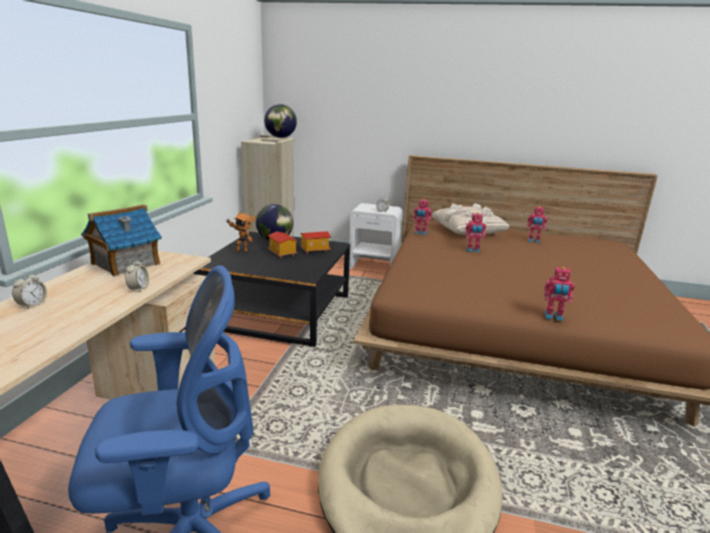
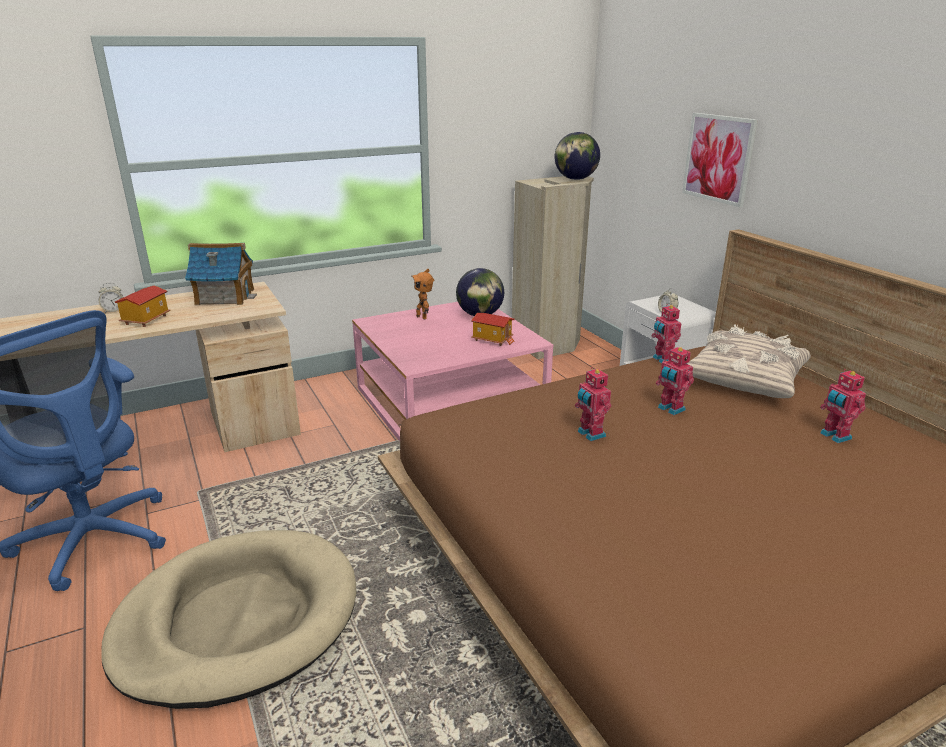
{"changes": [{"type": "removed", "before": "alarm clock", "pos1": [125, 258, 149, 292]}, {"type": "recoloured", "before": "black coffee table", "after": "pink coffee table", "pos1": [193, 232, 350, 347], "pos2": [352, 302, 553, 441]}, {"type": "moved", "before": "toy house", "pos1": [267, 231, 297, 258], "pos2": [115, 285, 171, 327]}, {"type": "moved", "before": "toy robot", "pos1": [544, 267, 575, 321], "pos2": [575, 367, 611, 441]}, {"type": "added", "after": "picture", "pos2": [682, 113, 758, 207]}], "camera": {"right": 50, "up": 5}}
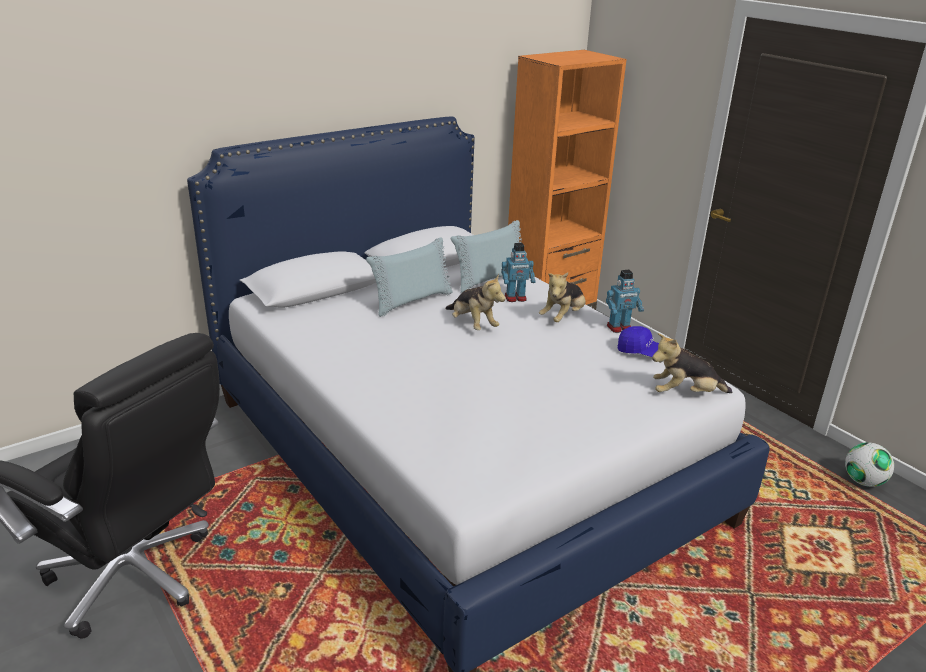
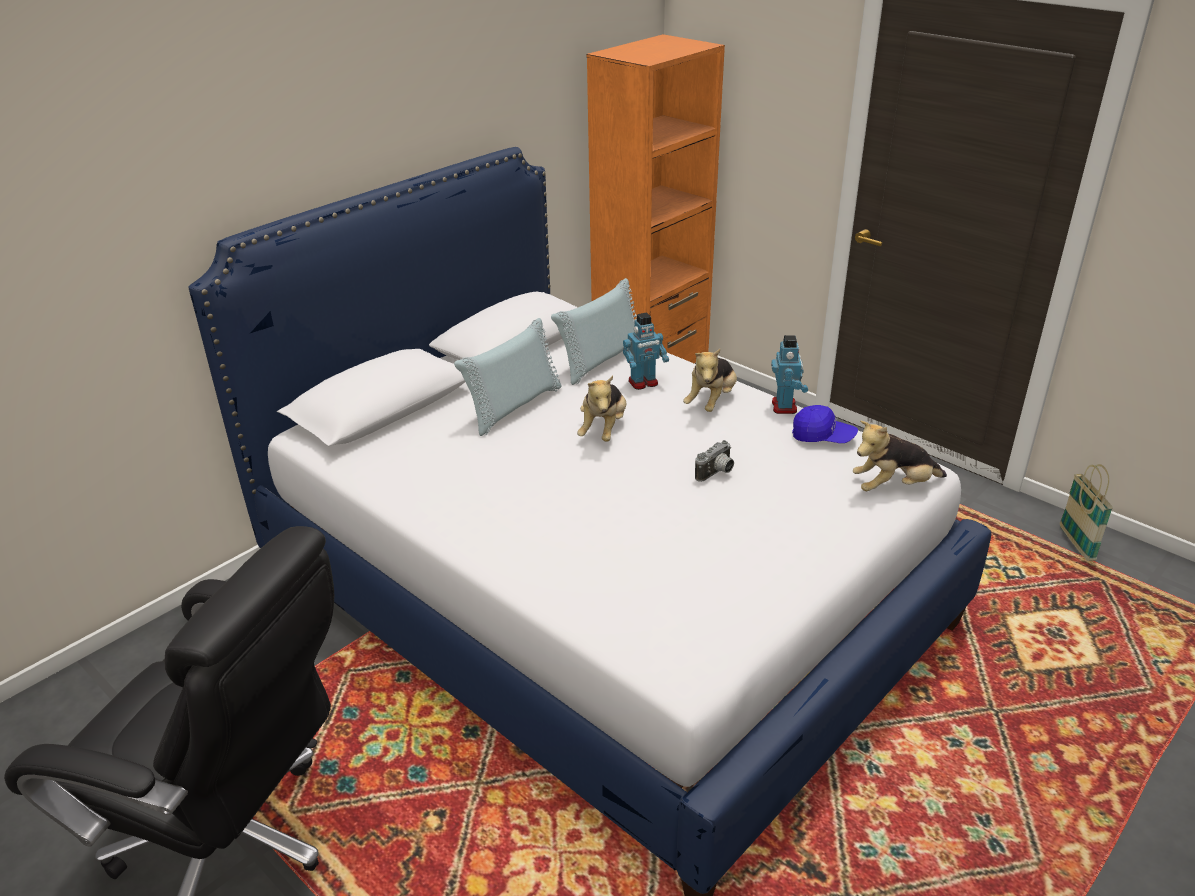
{"changes": [{"type": "turned", "before": "plush toy", "pos1": [445, 274, 506, 330], "pos2": [577, 376, 626, 442], "turn": 60}, {"type": "turned", "before": "toy robot", "pos1": [606, 270, 644, 333], "pos2": [771, 335, 808, 414], "turn": -60}, {"type": "replaced", "before": "football", "after": "basket", "pos1": [845, 442, 894, 487], "pos2": [1060, 464, 1113, 561]}, {"type": "added", "after": "photo camera", "pos2": [695, 440, 734, 482]}], "camera": {"right": -10, "up": 5}}
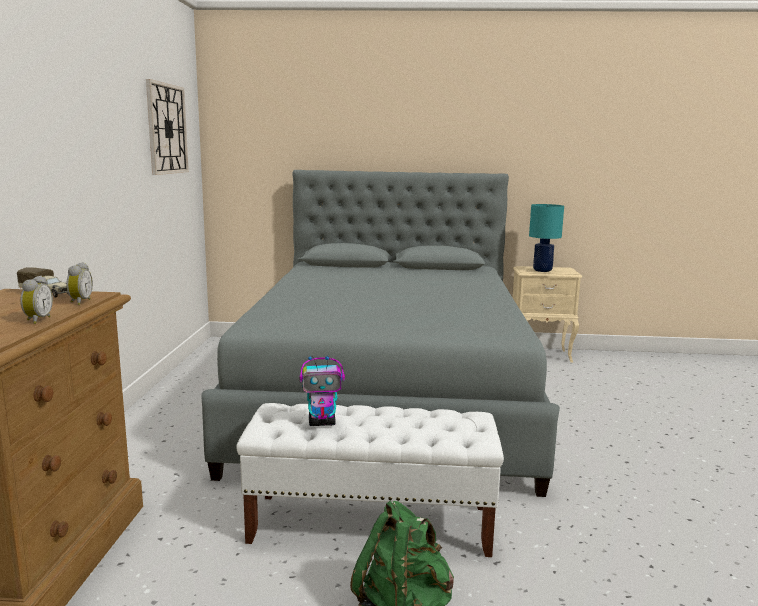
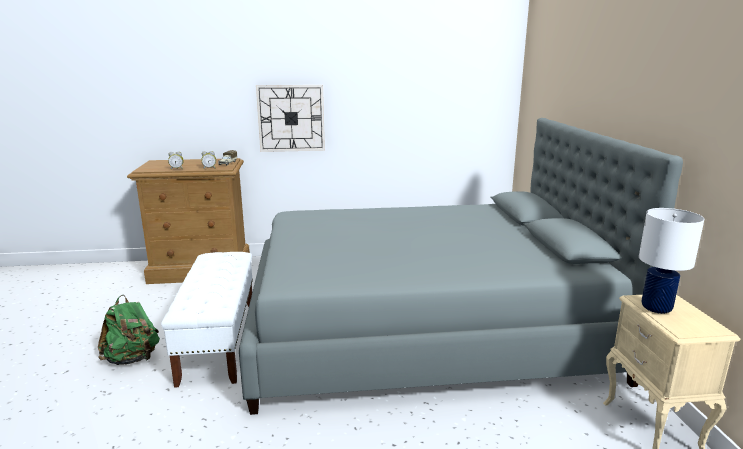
{"changes": [{"type": "moved", "before": "wall clock", "pos1": [146, 79, 189, 175], "pos2": [256, 85, 325, 152]}, {"type": "removed", "before": "toy robot", "pos1": [299, 355, 345, 426]}, {"type": "recoloured", "before": "turquoise table lamp", "after": "white table lamp", "pos1": [529, 204, 564, 272], "pos2": [639, 208, 704, 314]}], "camera": {"right": 80, "up": 5}}
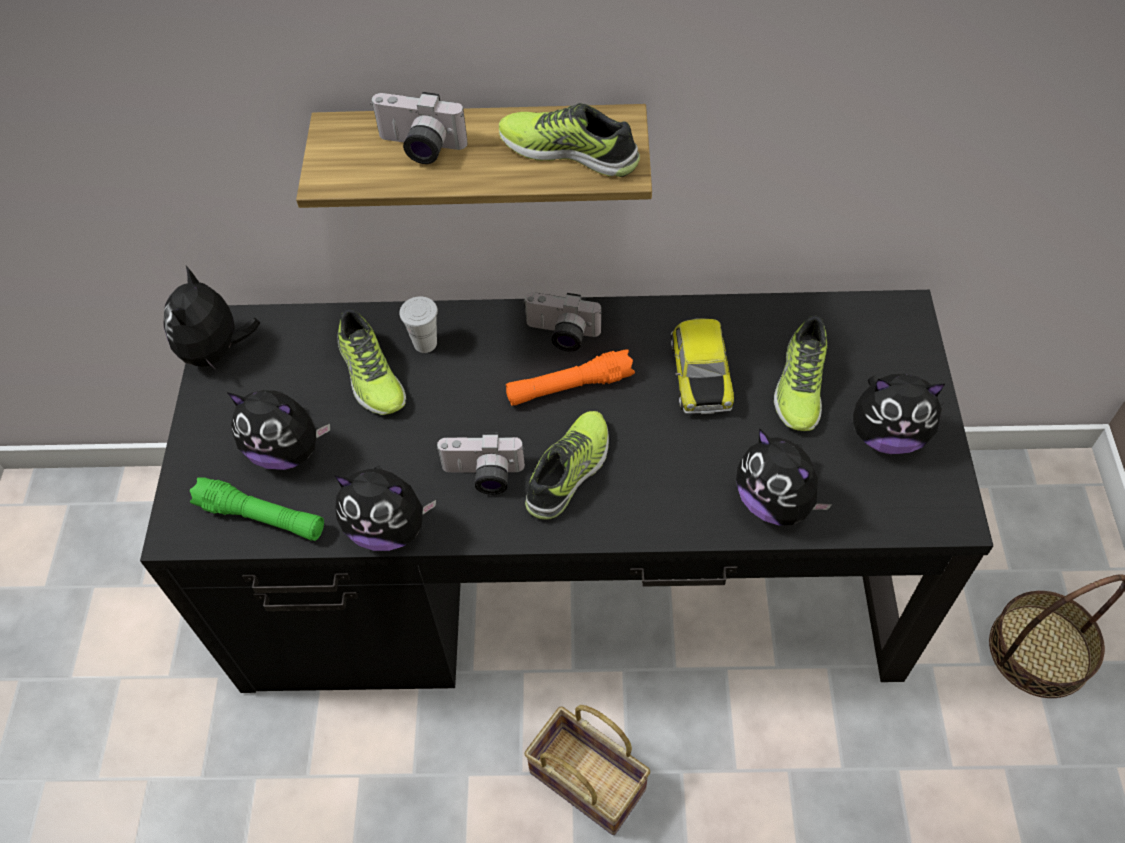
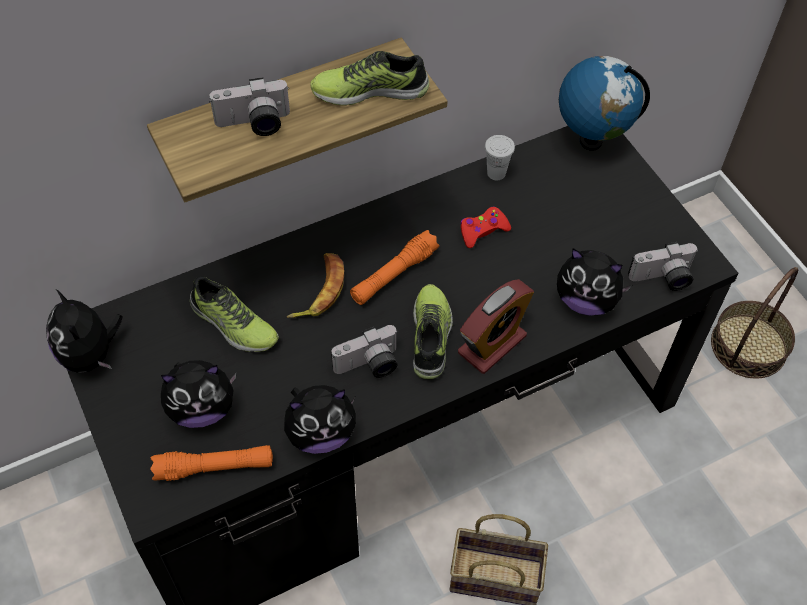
{"changes": [{"type": "recoloured", "before": "green flashlight", "after": "orange flashlight", "pos1": [190, 477, 324, 541], "pos2": [150, 445, 273, 481]}, {"type": "moved", "before": "white cup", "pos1": [400, 296, 438, 353], "pos2": [485, 135, 515, 180]}, {"type": "moved", "before": "photo camera", "pos1": [524, 292, 601, 352], "pos2": [628, 242, 697, 291]}, {"type": "replaced", "before": "toy car", "after": "red game controller", "pos1": [671, 318, 734, 414], "pos2": [461, 206, 511, 248]}, {"type": "removed", "before": "shoe", "pos1": [774, 316, 827, 431]}, {"type": "removed", "before": "plush toy", "pos1": [853, 374, 945, 454]}, {"type": "added", "after": "banana", "pos2": [287, 253, 344, 318]}, {"type": "added", "after": "alarm clock", "pos2": [458, 279, 534, 374]}, {"type": "added", "after": "globe", "pos2": [559, 56, 650, 151]}], "camera": {"right": -30, "up": 0}}
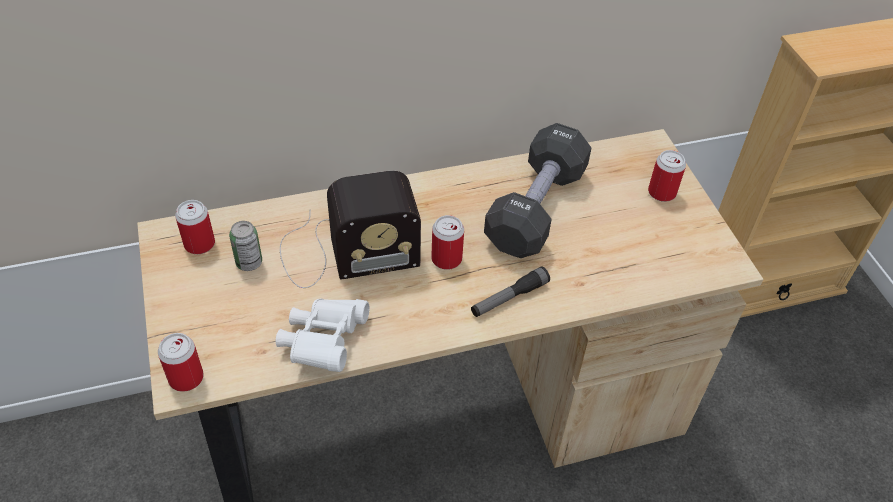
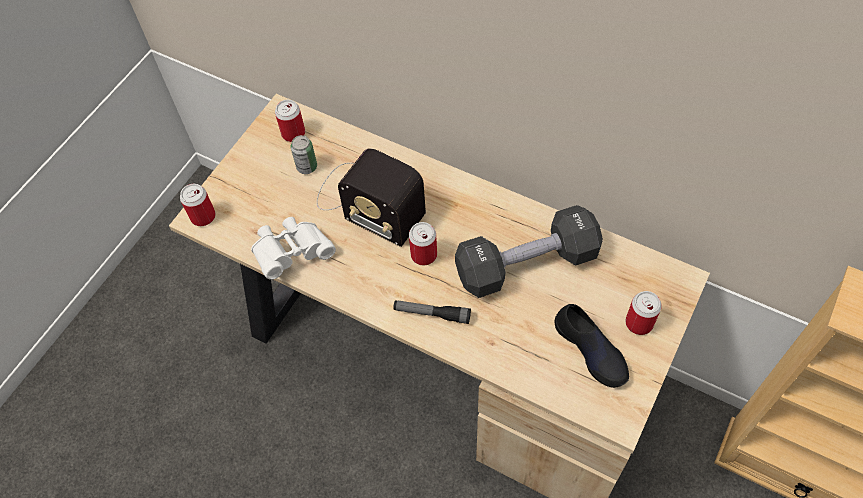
{"changes": [{"type": "added", "after": "black shoe", "pos2": [555, 304, 629, 388]}], "camera": {"right": 50, "up": 10}}
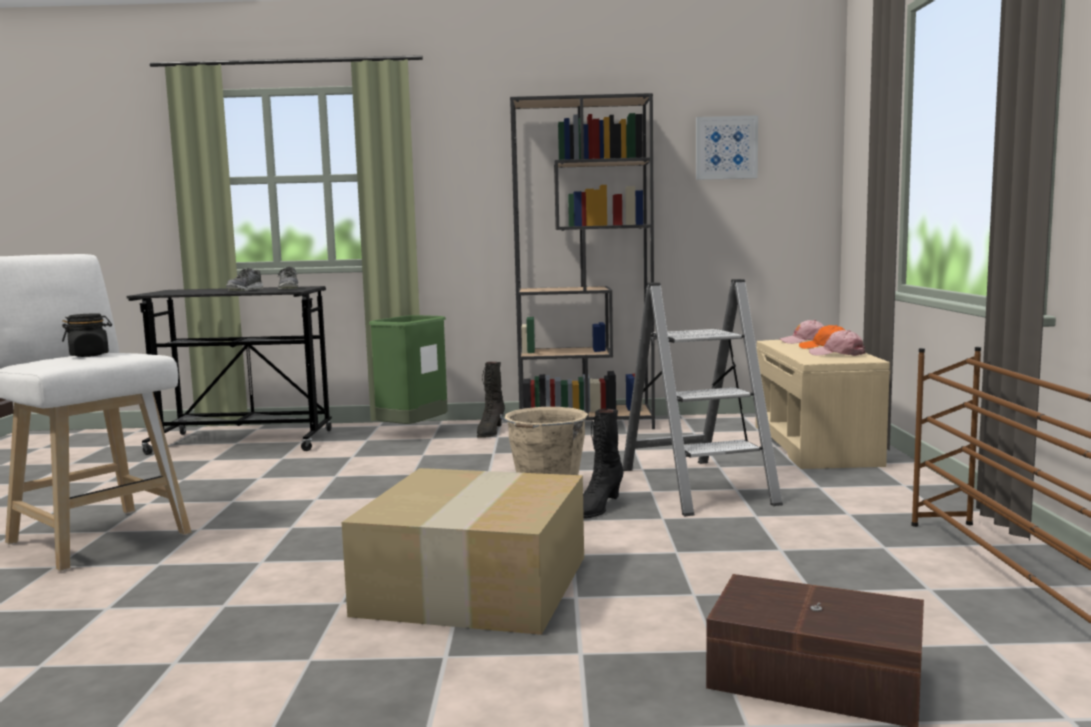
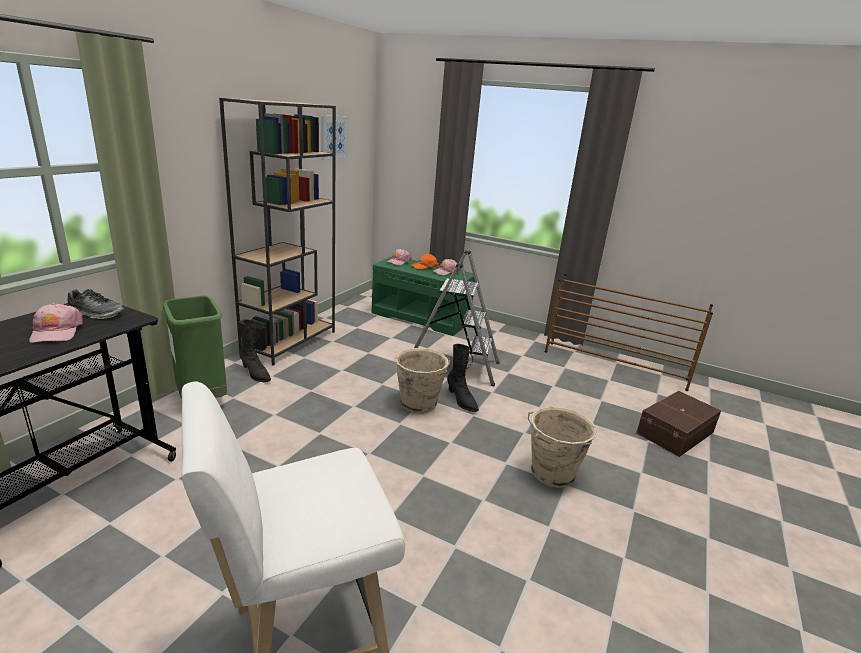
{"changes": [{"type": "removed", "before": "black jar", "pos1": [62, 313, 112, 357]}, {"type": "replaced", "before": "shoe", "after": "pink cap", "pos1": [226, 268, 263, 291], "pos2": [29, 303, 83, 343]}, {"type": "replaced", "before": "cardboard box", "after": "beige bucket", "pos1": [342, 468, 584, 635], "pos2": [528, 406, 597, 488]}, {"type": "recoloured", "before": "beige bench", "after": "green bench", "pos1": [756, 340, 890, 469], "pos2": [371, 257, 475, 336]}], "camera": {"right": -65, "up": 15}}
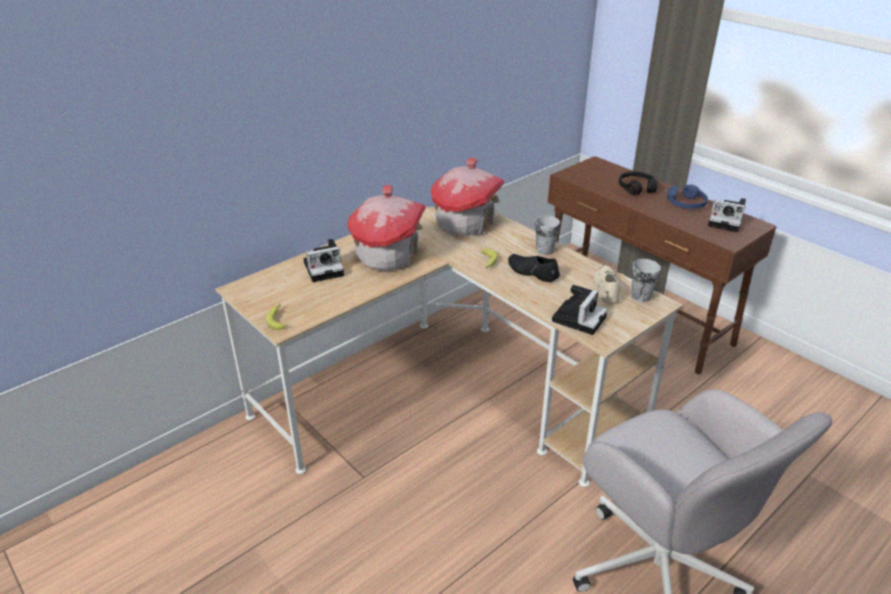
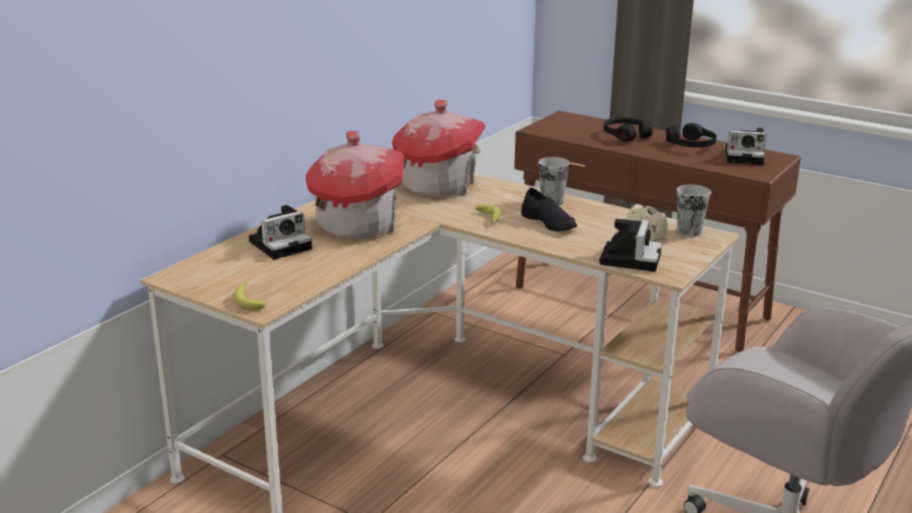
{"changes": [{"type": "turned", "before": "black shoe", "pos1": [508, 254, 560, 282], "pos2": [521, 187, 577, 231], "turn": -150}, {"type": "recoloured", "before": "blue headphones", "after": "black headphones", "pos1": [667, 185, 708, 209], "pos2": [666, 123, 717, 147]}], "camera": {"right": -15, "up": -10}}
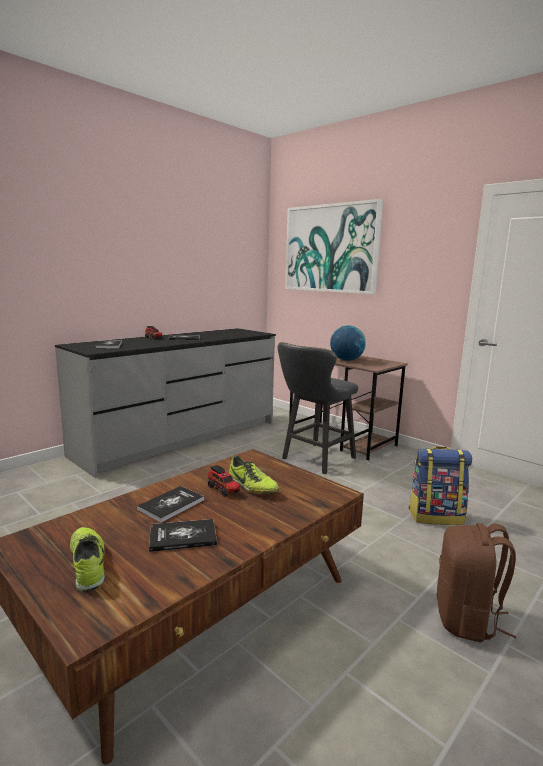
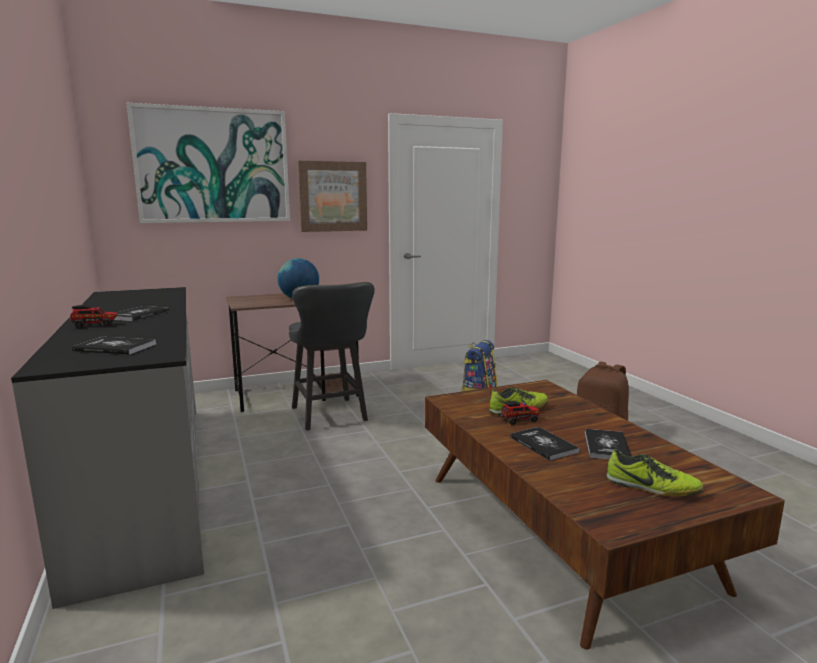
{"changes": [{"type": "turned", "before": "shoe", "pos1": [70, 527, 105, 592], "pos2": [607, 449, 703, 496], "turn": -150}, {"type": "added", "after": "picture", "pos2": [298, 161, 367, 232]}], "camera": {"right": -65, "up": 0}}
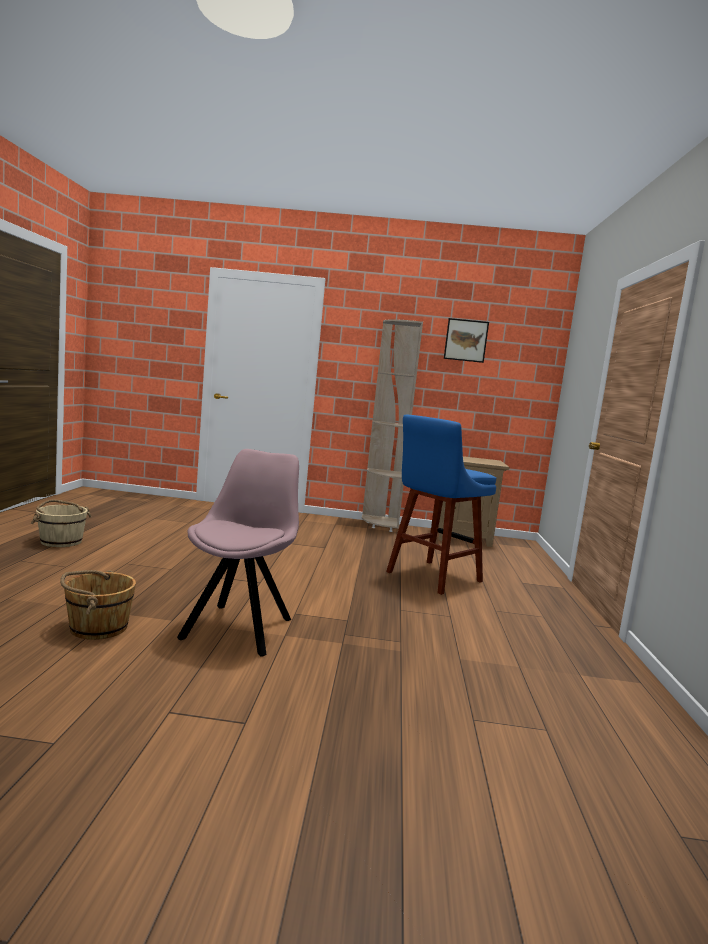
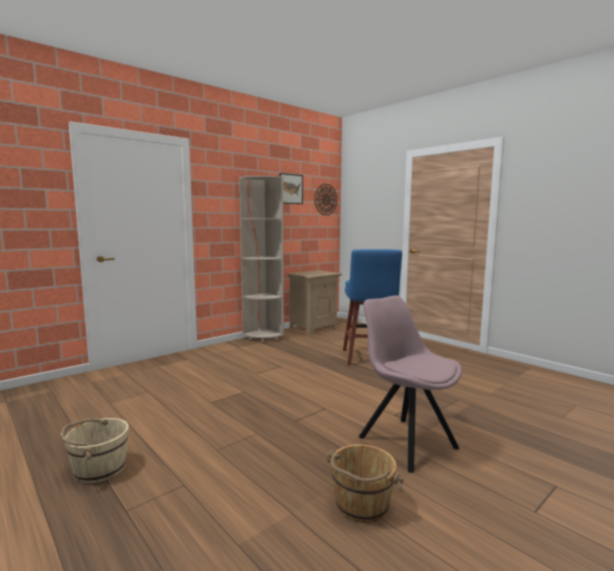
{"changes": [{"type": "added", "after": "wall clock", "pos2": [315, 184, 337, 215]}], "camera": {"right": -45, "up": 0}}
